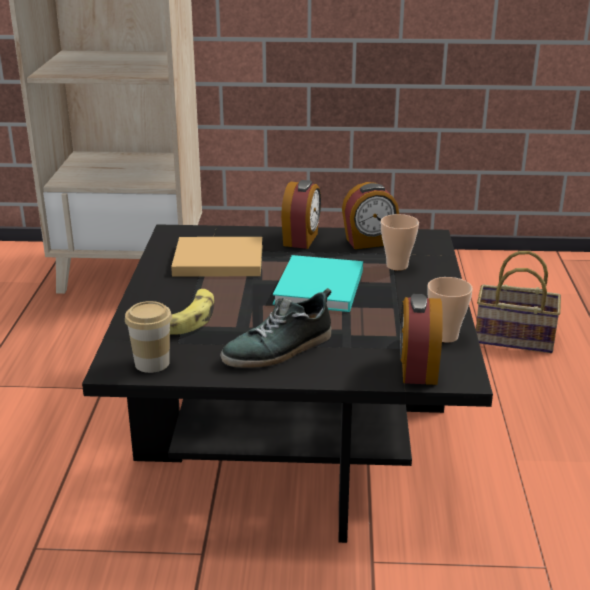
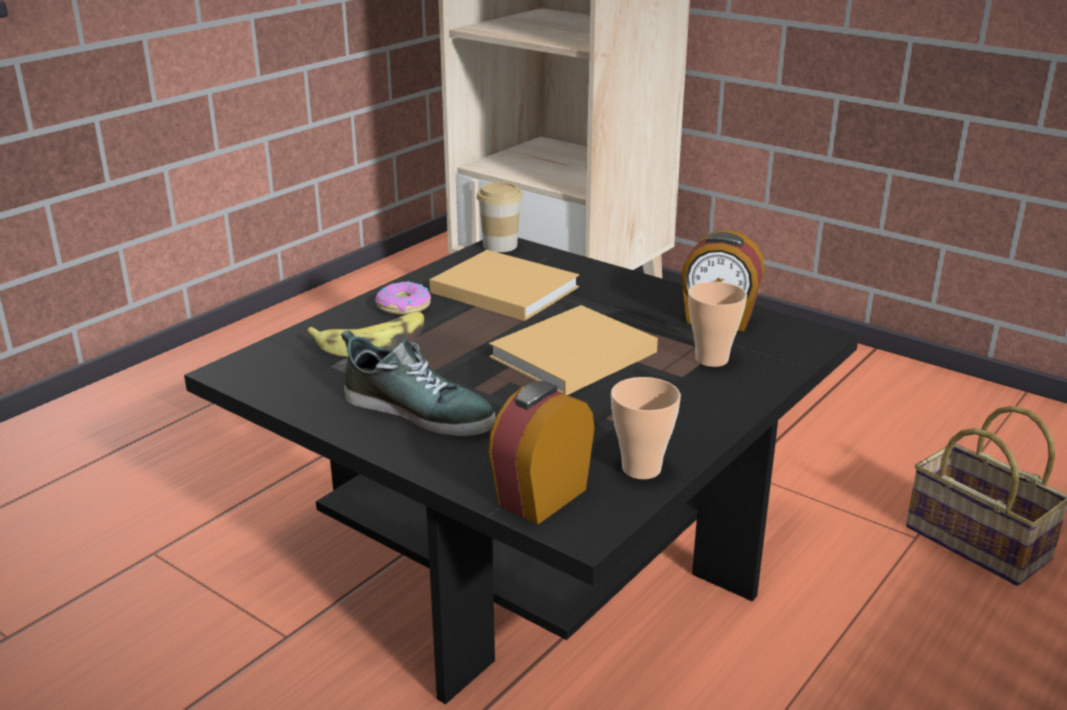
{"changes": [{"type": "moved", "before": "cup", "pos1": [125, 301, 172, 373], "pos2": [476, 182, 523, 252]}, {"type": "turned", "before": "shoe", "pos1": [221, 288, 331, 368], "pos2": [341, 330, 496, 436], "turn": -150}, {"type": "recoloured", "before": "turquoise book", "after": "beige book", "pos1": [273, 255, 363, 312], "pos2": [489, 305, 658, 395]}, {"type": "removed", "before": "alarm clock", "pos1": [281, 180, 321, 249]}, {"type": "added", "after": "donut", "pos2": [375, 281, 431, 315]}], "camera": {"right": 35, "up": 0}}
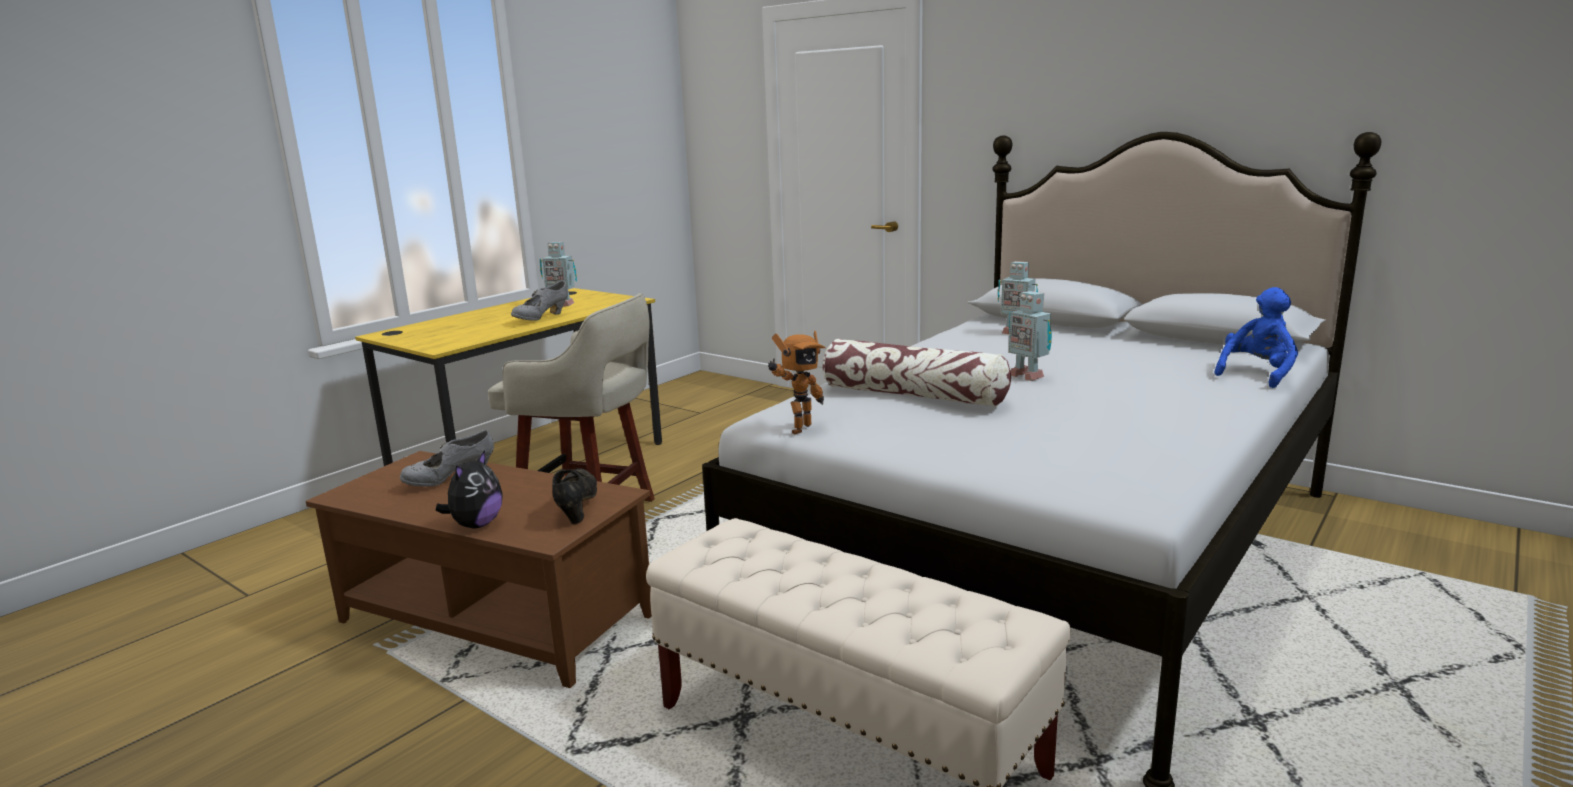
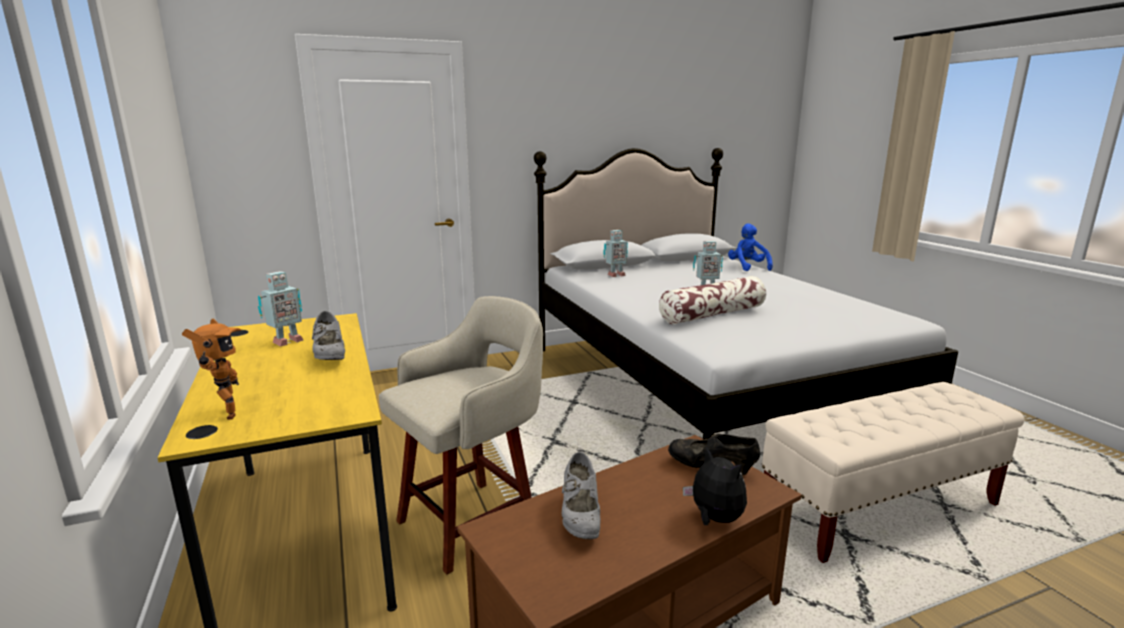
{"changes": [{"type": "moved", "before": "toy robot", "pos1": [768, 331, 826, 434], "pos2": [182, 319, 241, 420]}], "camera": {"right": -60, "up": 0}}
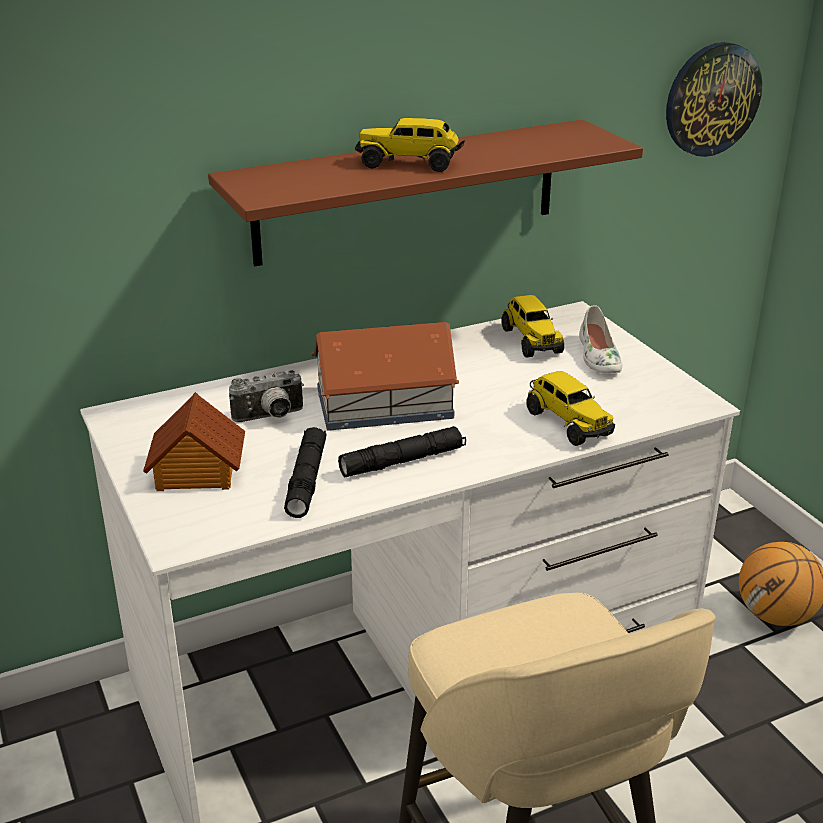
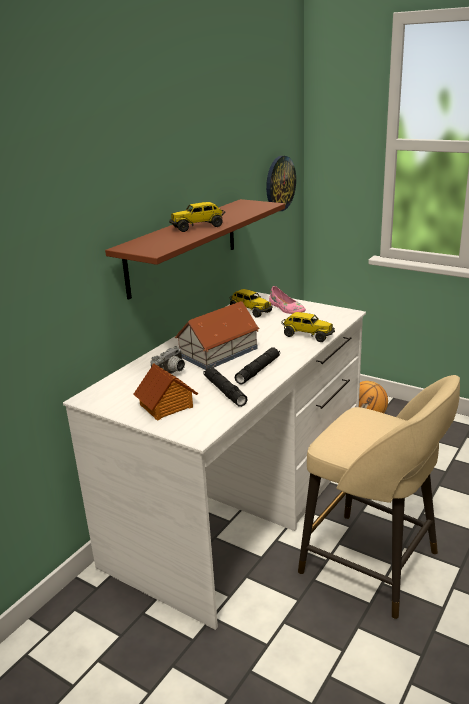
{"changes": [{"type": "recoloured", "before": "white shoe", "after": "pink shoe", "pos1": [579, 305, 623, 373], "pos2": [269, 286, 306, 314]}], "camera": {"right": -30, "up": -5}}
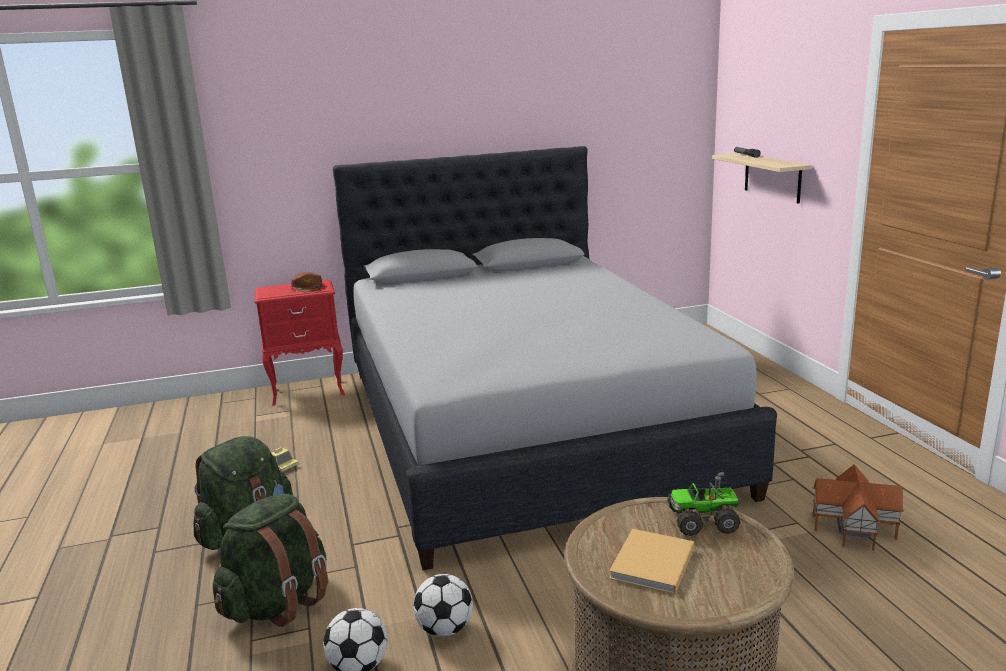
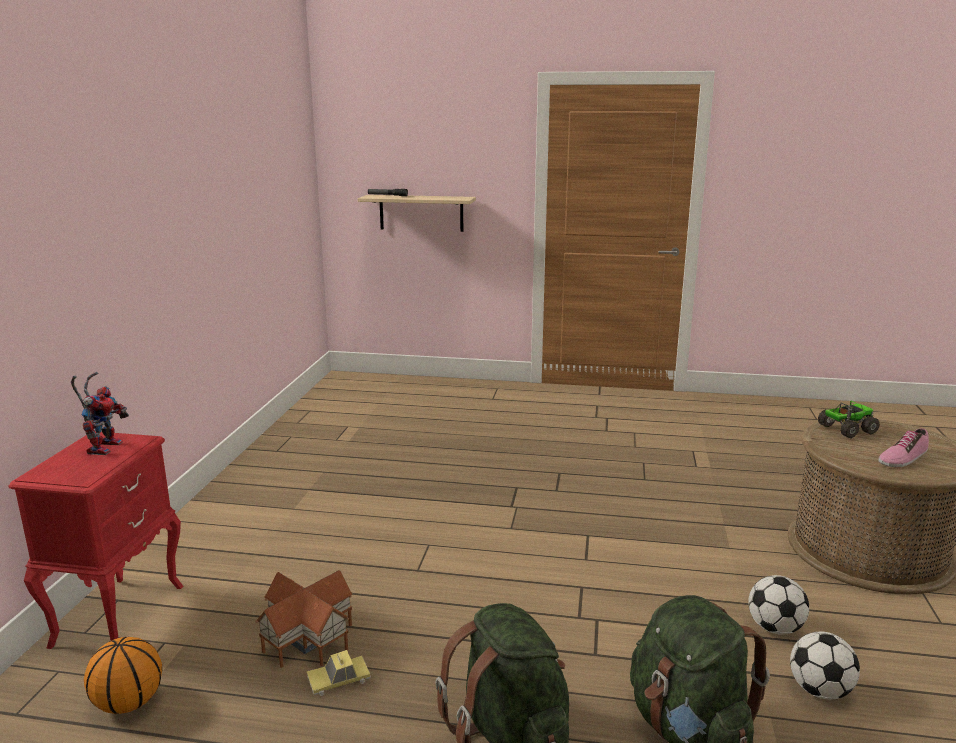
{"changes": [{"type": "replaced", "before": "brown cap", "after": "toy robot", "pos1": [291, 272, 322, 292], "pos2": [71, 372, 129, 455]}, {"type": "removed", "before": "grey bed", "pos1": [333, 146, 777, 570]}, {"type": "replaced", "before": "beige book", "after": "shoe", "pos1": [609, 529, 694, 595], "pos2": [878, 428, 929, 467]}, {"type": "turned", "before": "toy truck", "pos1": [667, 472, 740, 536], "pos2": [818, 401, 880, 438], "turn": -135}, {"type": "moved", "before": "toy house", "pos1": [813, 464, 904, 551], "pos2": [255, 570, 353, 668]}, {"type": "added", "after": "basketball", "pos2": [84, 637, 162, 714]}], "camera": {"right": -65, "up": 0}}
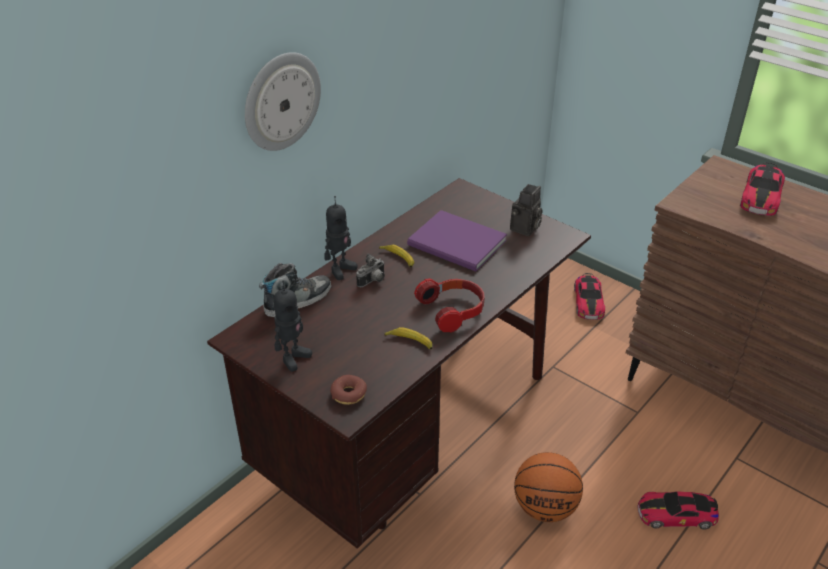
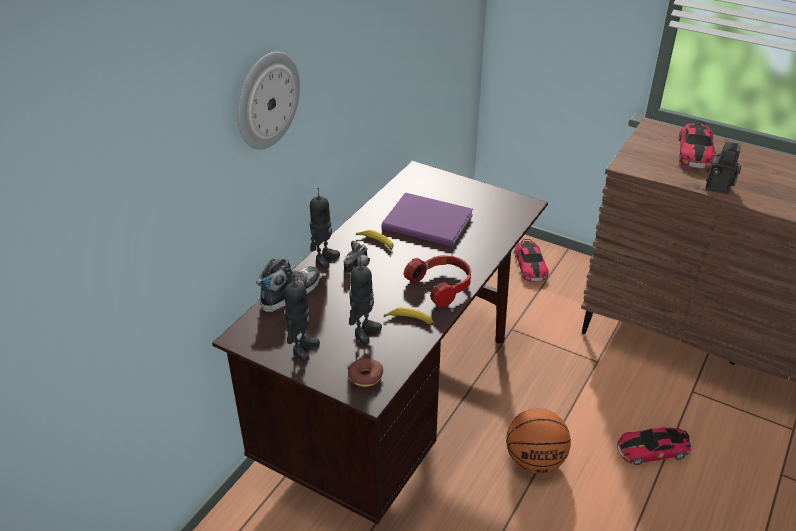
{"changes": [{"type": "moved", "before": "photo camera", "pos1": [510, 184, 543, 236], "pos2": [706, 142, 741, 194]}, {"type": "added", "after": "toy robot", "pos2": [349, 258, 382, 345]}], "camera": {"right": -10, "up": 0}}
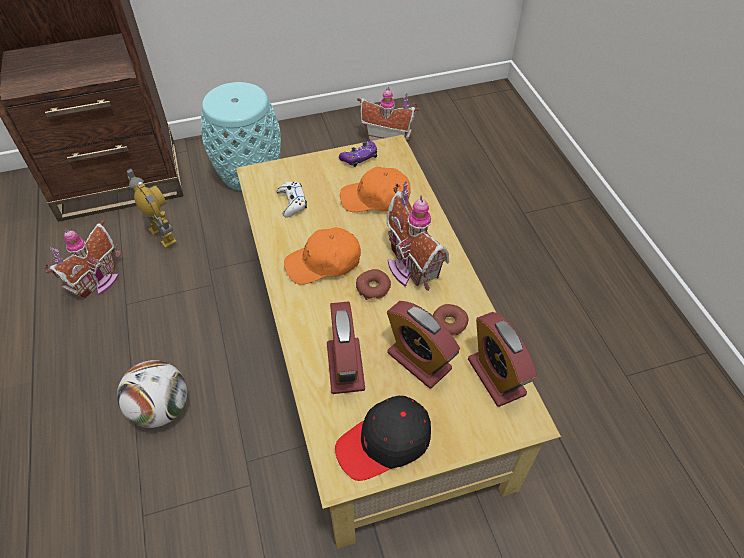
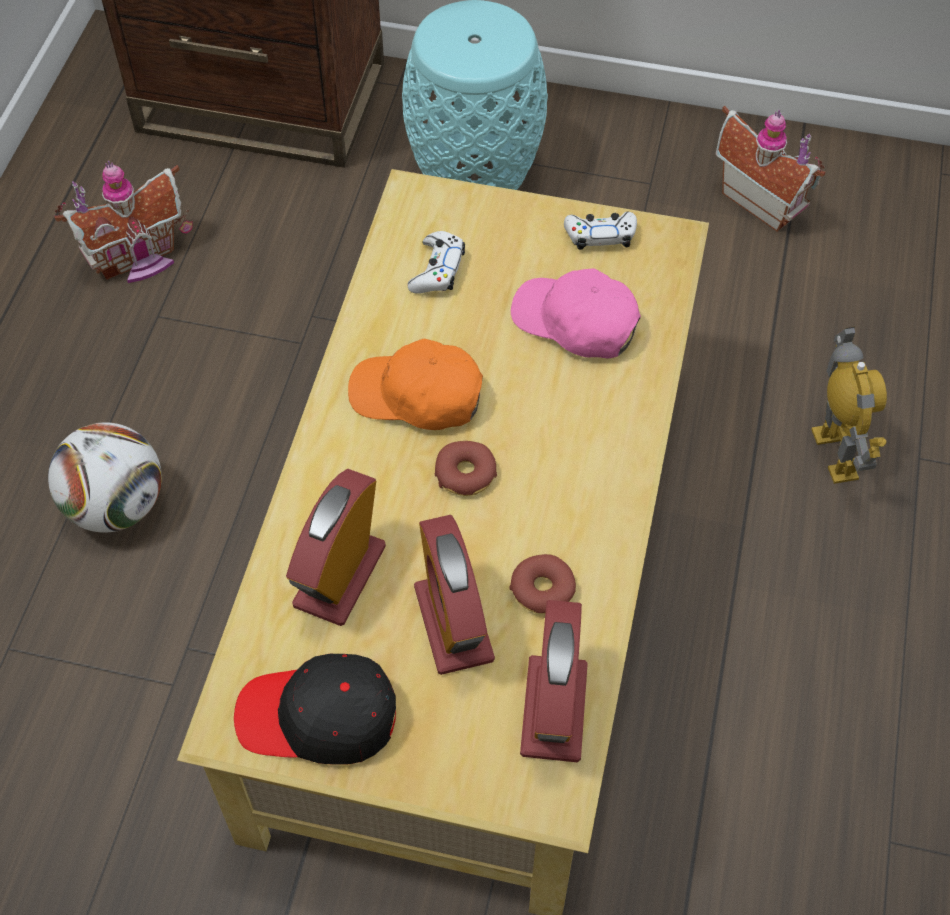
{"changes": [{"type": "moved", "before": "toy robot", "pos1": [127, 168, 177, 248], "pos2": [811, 327, 887, 484]}, {"type": "recoloured", "before": "purple game controller", "after": "white game controller", "pos1": [339, 141, 377, 167], "pos2": [564, 212, 637, 250]}, {"type": "recoloured", "before": "orange cap", "after": "pink cap", "pos1": [340, 167, 411, 212], "pos2": [511, 268, 641, 359]}, {"type": "removed", "before": "toy house", "pos1": [387, 181, 449, 291]}], "camera": {"right": 30, "up": 5}}
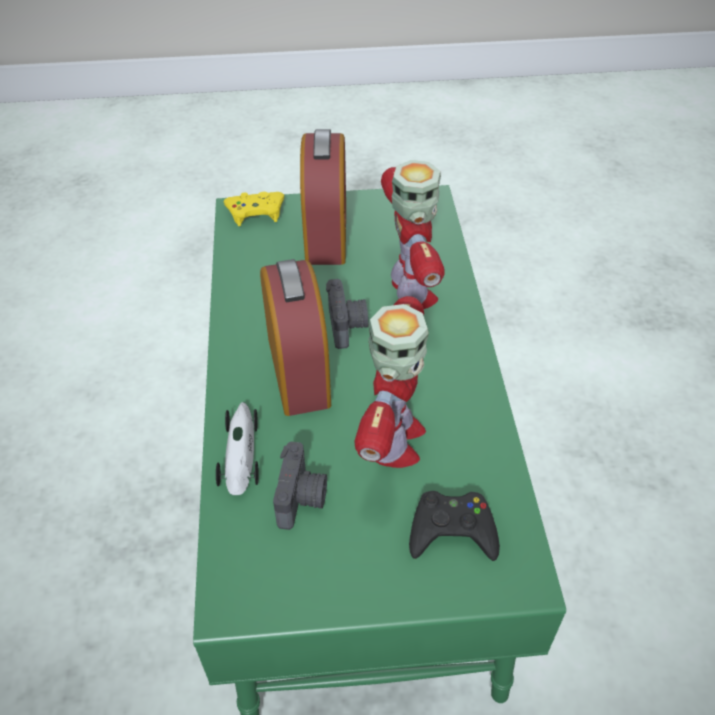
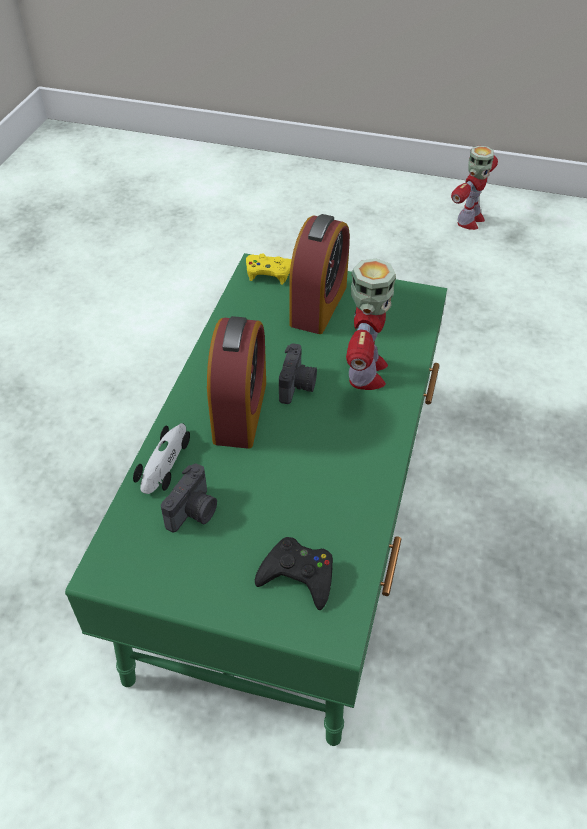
{"changes": [{"type": "moved", "before": "toy robot", "pos1": [354, 296, 429, 468], "pos2": [451, 146, 498, 230]}], "camera": {"right": 20, "up": 0}}
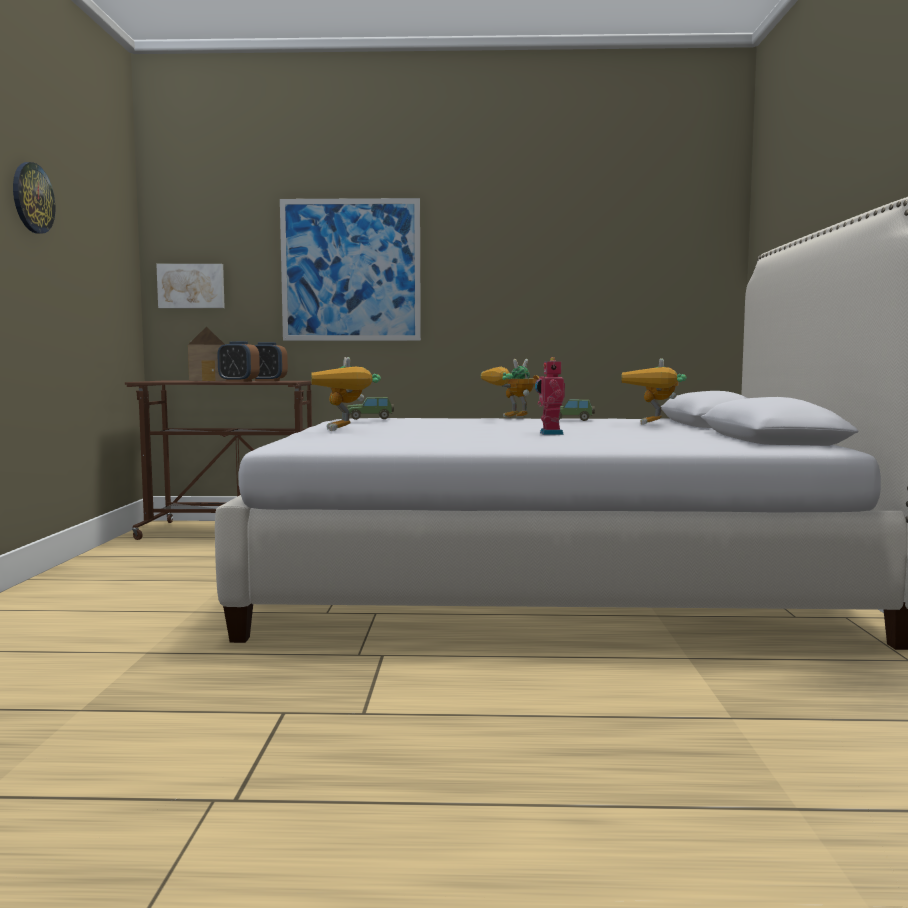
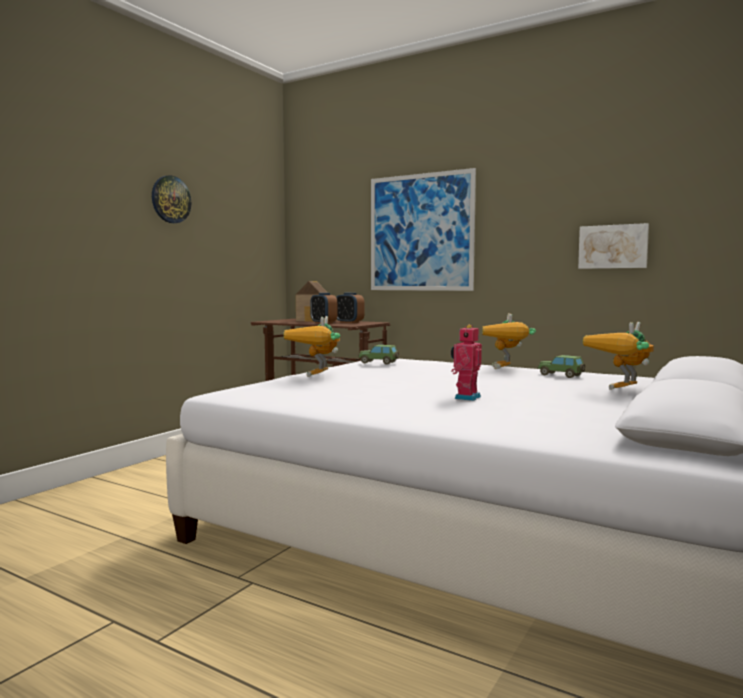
{"changes": [{"type": "moved", "before": "picture", "pos1": [156, 264, 225, 308], "pos2": [578, 223, 649, 269]}, {"type": "turned", "before": "toy robot", "pos1": [481, 359, 539, 418], "pos2": [482, 313, 536, 369], "turn": -90}], "camera": {"right": 30, "up": 0}}
